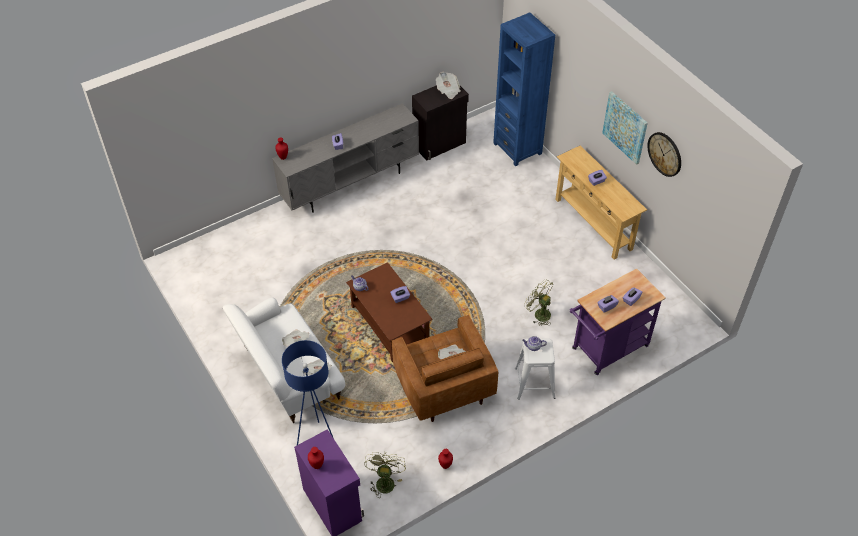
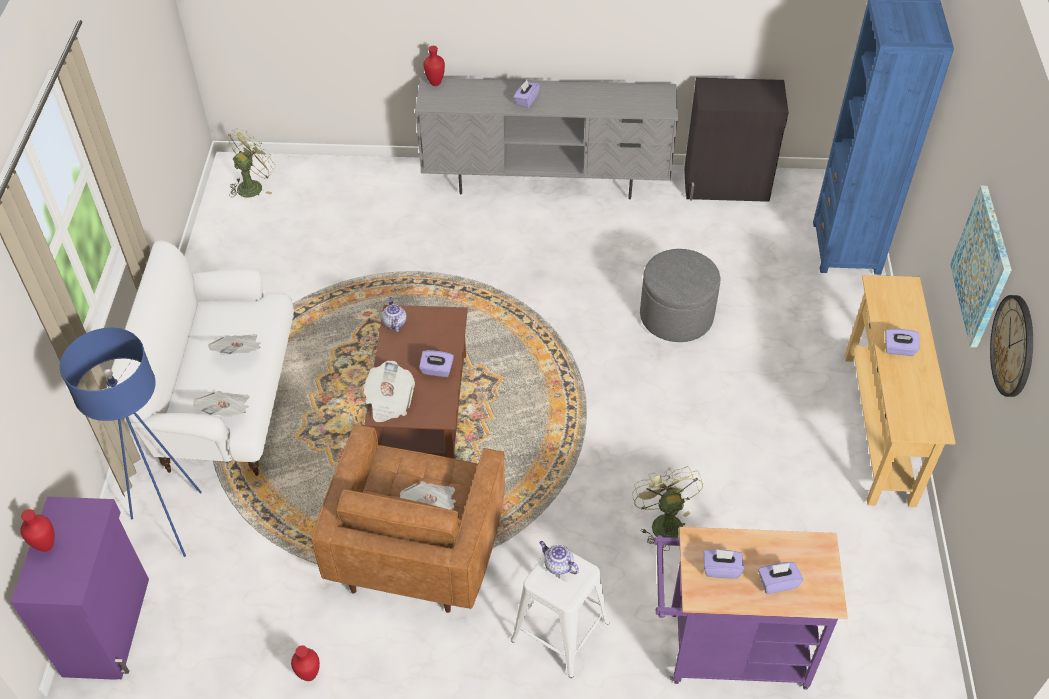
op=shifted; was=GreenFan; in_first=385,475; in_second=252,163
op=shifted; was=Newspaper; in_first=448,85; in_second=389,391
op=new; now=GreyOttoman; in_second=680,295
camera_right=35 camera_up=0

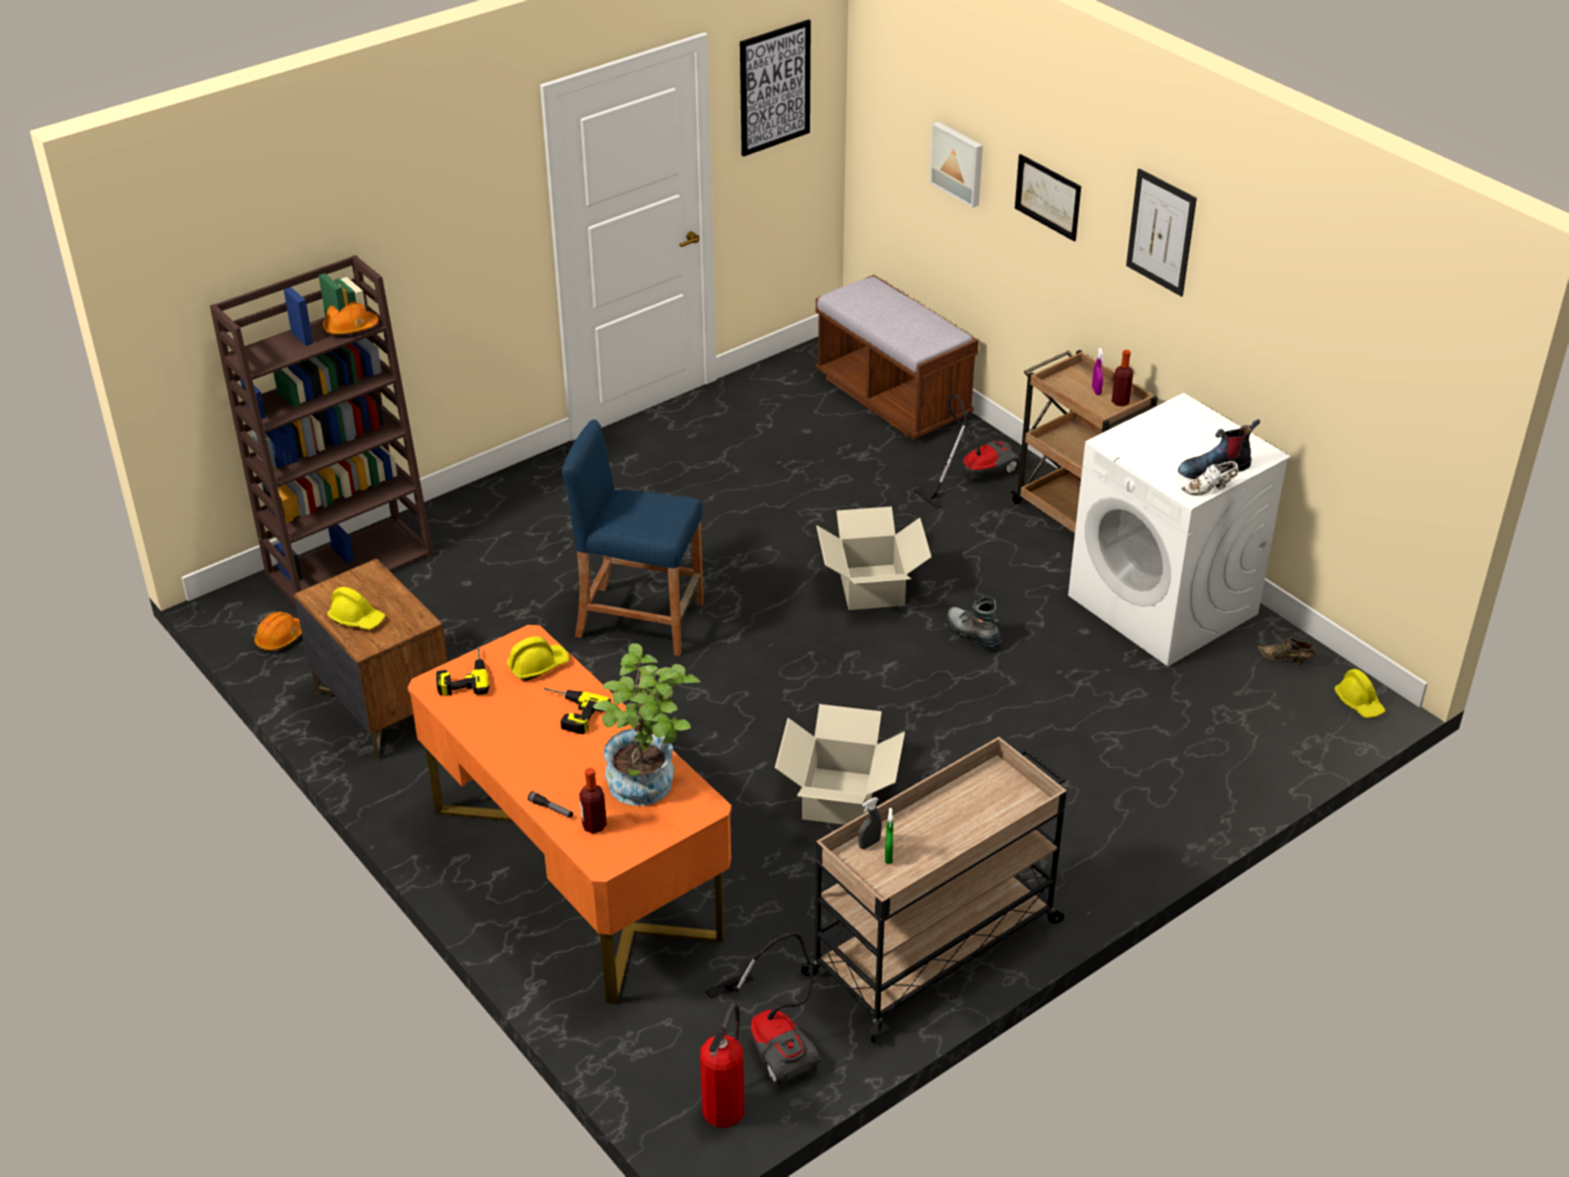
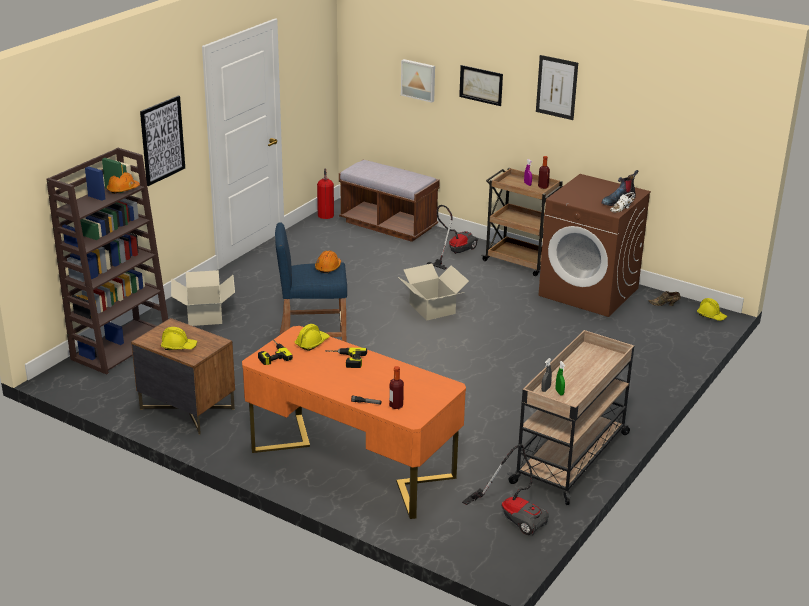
op=shifted; was=OrangeHardHat; in_first=278,631; in_second=328,261
op=gone; was=PottedPlant; in_first=647,724
op=shifted; was=FireExtinguisher; in_first=722,1065; in_second=325,193
op=shifted; was=Picture; in_first=775,88; in_second=162,140
op=shifted; was=CardboardBox; in_first=840,764; in_second=203,298
op=gone; was=Boot; in_first=974,623
op=repainted; was=WhiteWashingMachine; now=BrownWashingMachine; in_first=1179,529; in_second=595,245
camera_right=-20 camera_up=-10

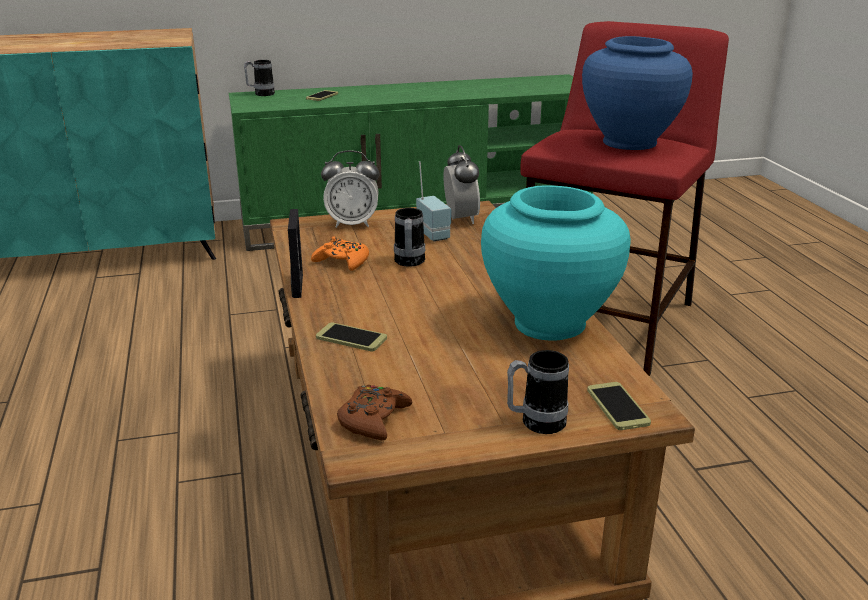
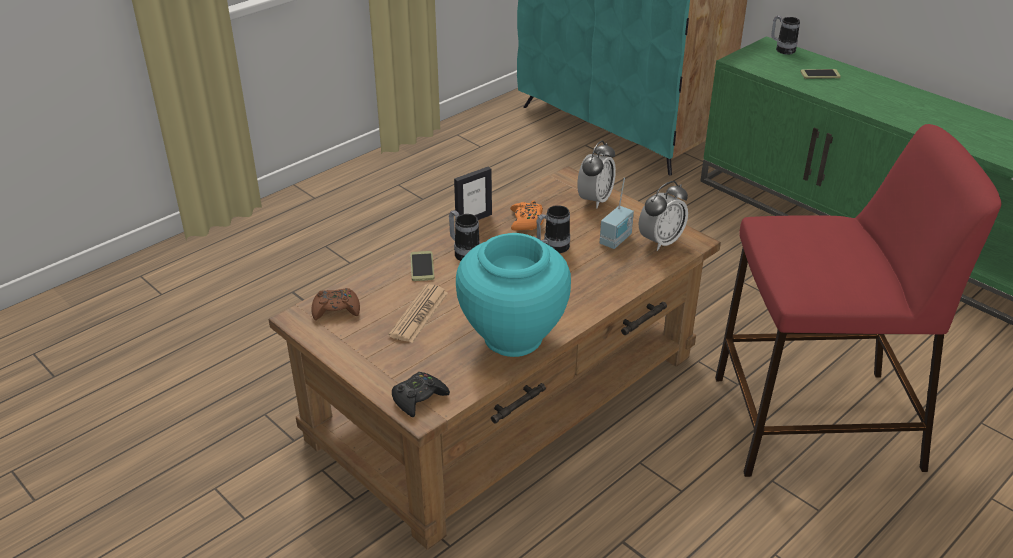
op=rotated; was=AlarmClock; in_first=350,189; in_second=596,174; clockwise=-120
op=shifted; was=Mug; in_first=538,392; in_second=464,235
op=gone; was=BlueVase; in_first=637,93
op=swapped; was=Phone; now=BlackGameController; in_first=619,406; in_second=421,394
op=new; now=Newspaper; in_second=418,313
camera_right=60 camera_up=10

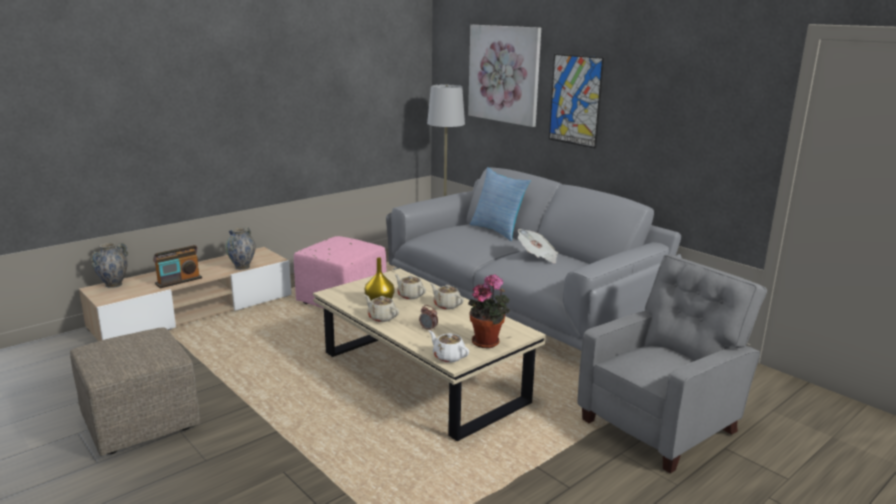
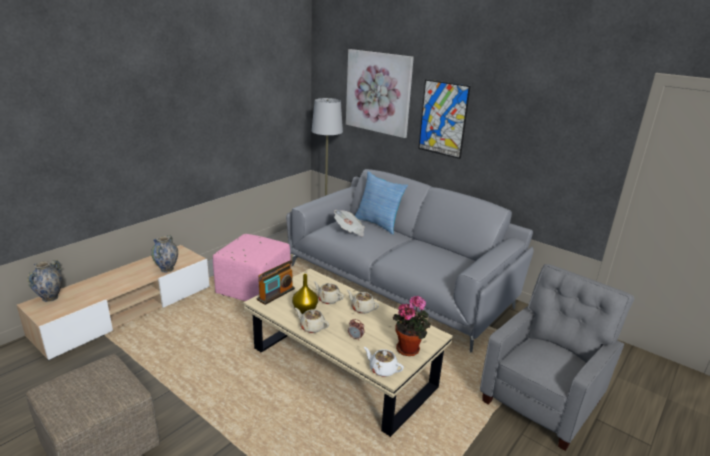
op=shifted; was=Radio; in_first=177,266; in_second=276,282
op=shifted; was=Newspaper; in_first=538,246; in_second=349,223
camera_right=-10 camera_up=5

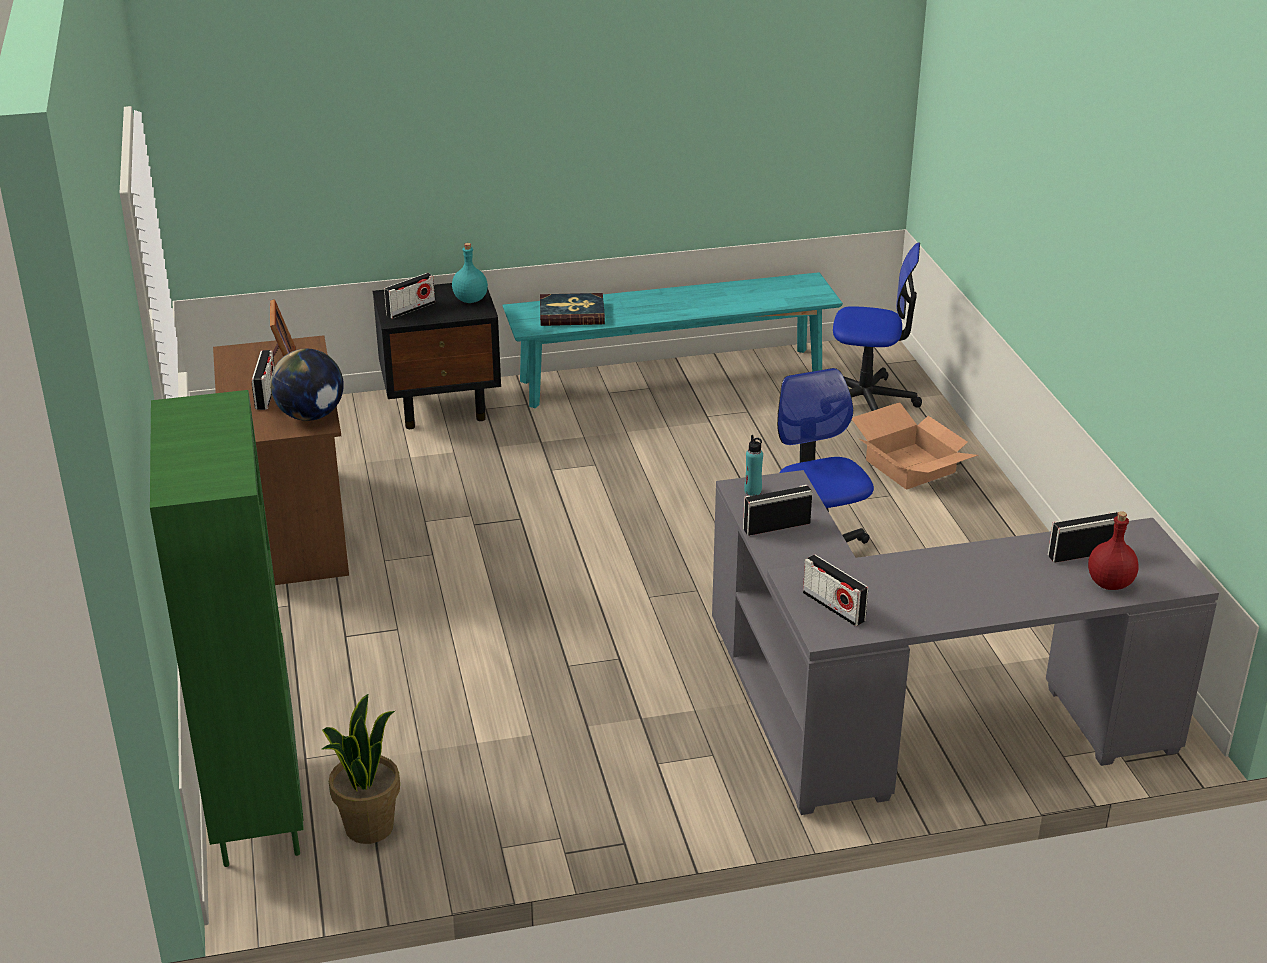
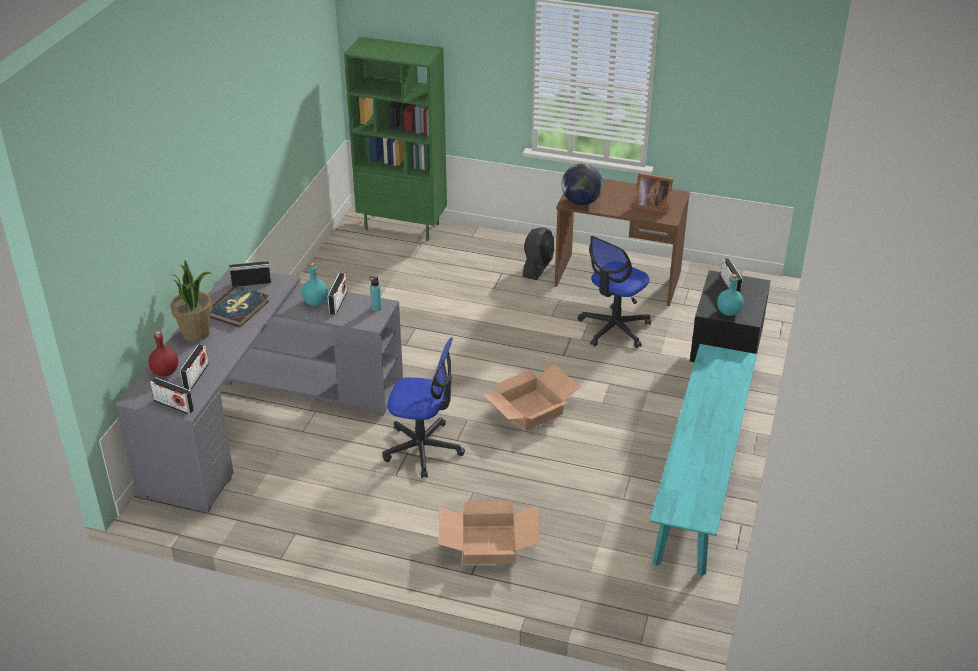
op=shifted; was=Radio; in_first=263,380; in_second=172,396
op=shifted; was=PottedPlant; in_first=361,769; in_second=191,301
op=shifted; was=Book; in_first=572,309; in_second=239,306
op=shifted; was=OfficeChair; in_first=877,327; in_second=614,292
op=new; now=TurquoiseBottle; in_second=315,284
op=new; now=CardboardBox; in_second=531,397
op=new; now=BlackFan; in_second=538,253
camera_right=120 camera_up=5

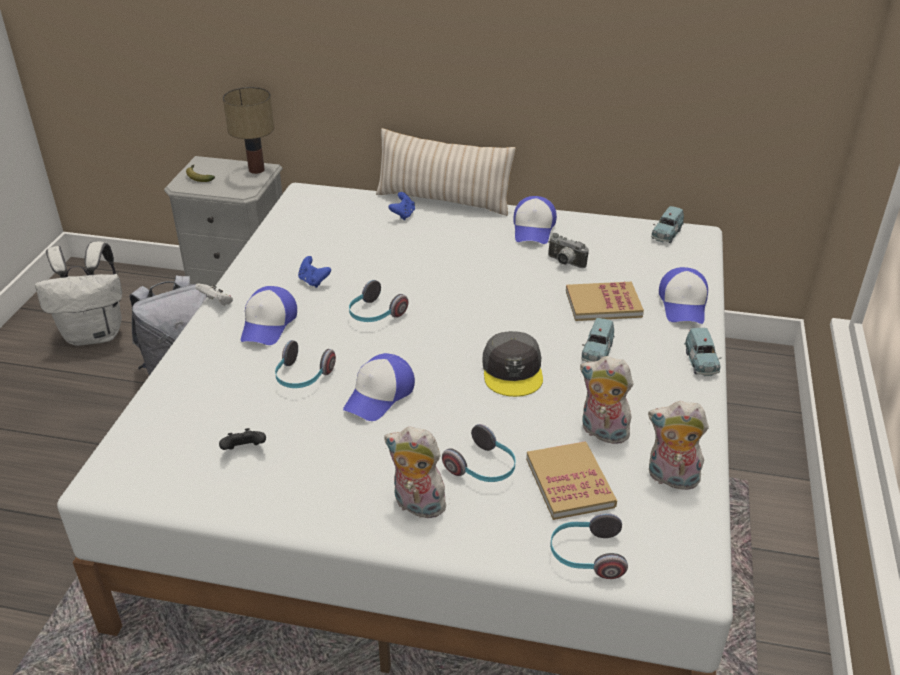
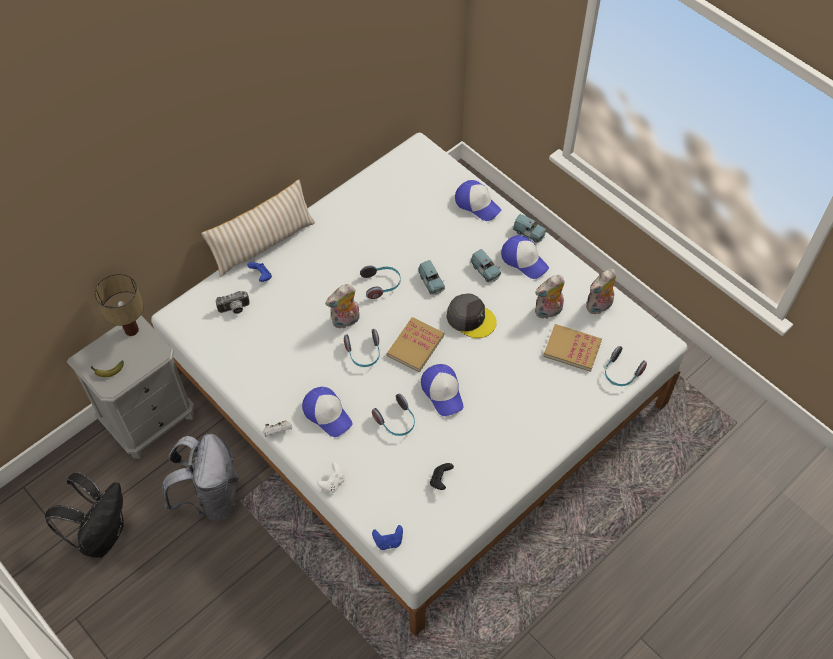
op=repainted; was=WhiteBackpack; now=BlackBackpack; in_first=78,294; in_second=84,515
op=shifted; was=BlueGameController; in_first=314,272; in_second=387,537
op=shifted; was=PlushToy; in_first=415,472; in_second=342,306
op=shifted; was=Headphones; in_first=479,453; in_second=380,282
op=shifted; was=Cap; in_first=535,220; in_second=525,257
op=shifted; was=PhotoCamera; in_first=568,250; in_second=233,302
op=shifted; was=Book; in_first=605,301; in_second=415,344
op=shifted; was=BlueToyCar; in_first=667,224; in_second=431,277
op=new; now=WhiteGameController; in_second=331,477
camera_right=-55 camera_up=20

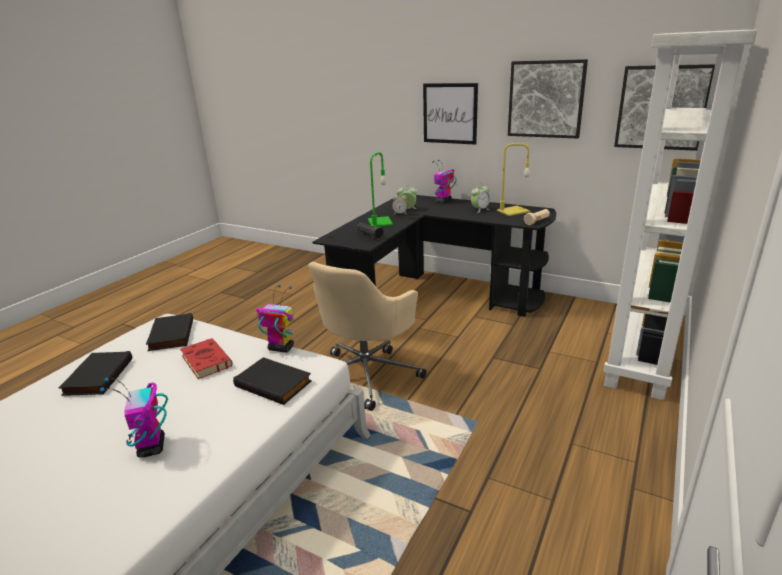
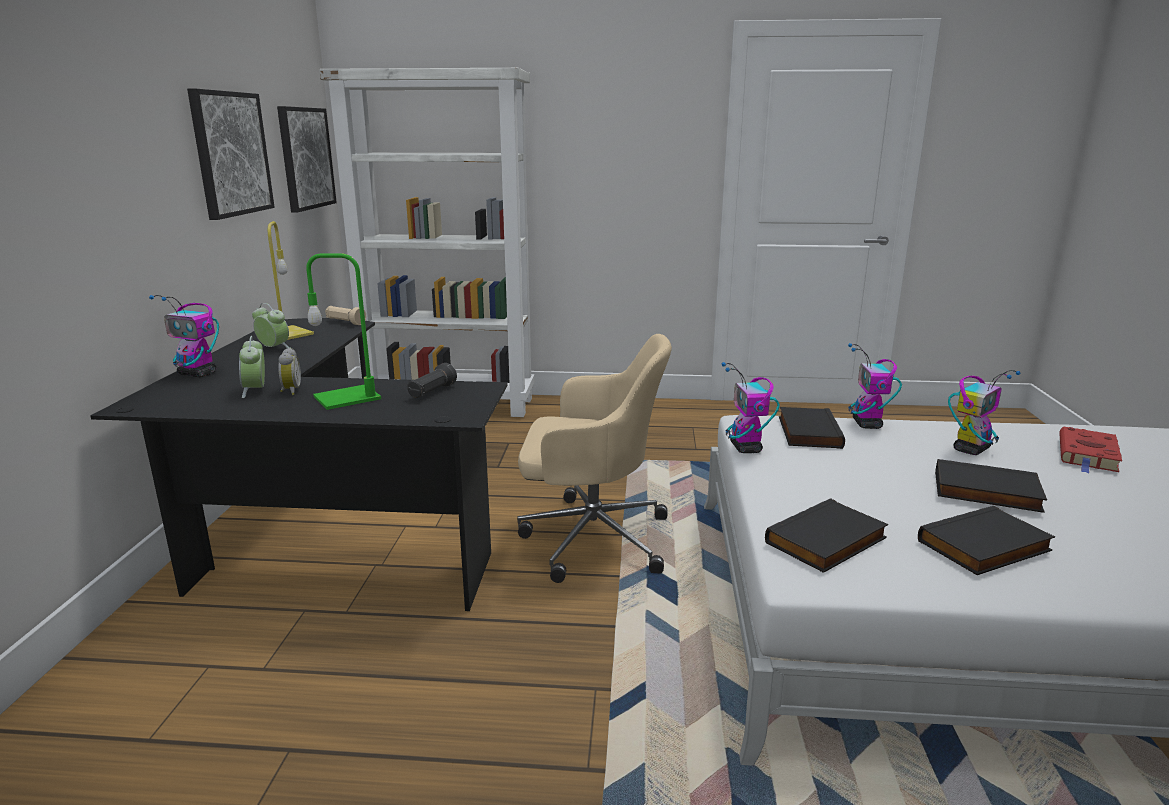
op=shifted; was=RedBook; in_first=206,358; in_second=1090,450
op=gone; was=Picture; in_first=450,114
op=new; now=ToyRobot; in_second=875,386
op=new; now=BlackBook; in_second=991,486
camera_right=-115 camera_up=-5

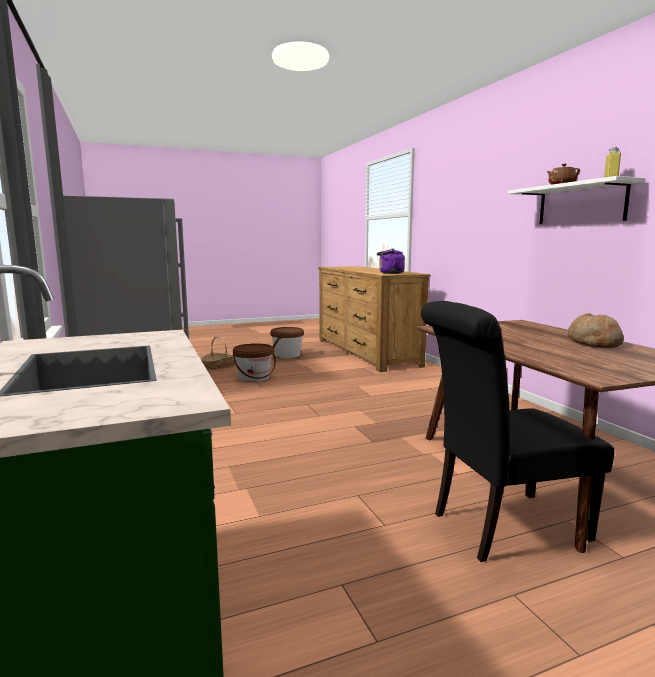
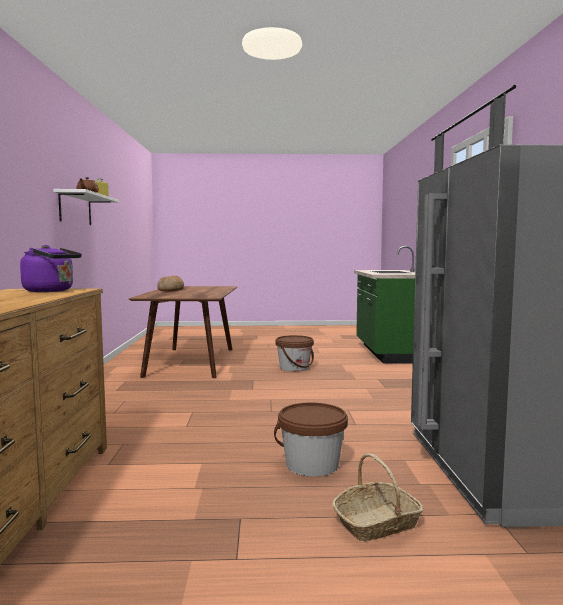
op=shifted; was=BrownBucket; in_first=287,342; in_second=294,353
op=gone; was=BlackChair; in_first=517,431
camera_right=-160 camera_up=-5

